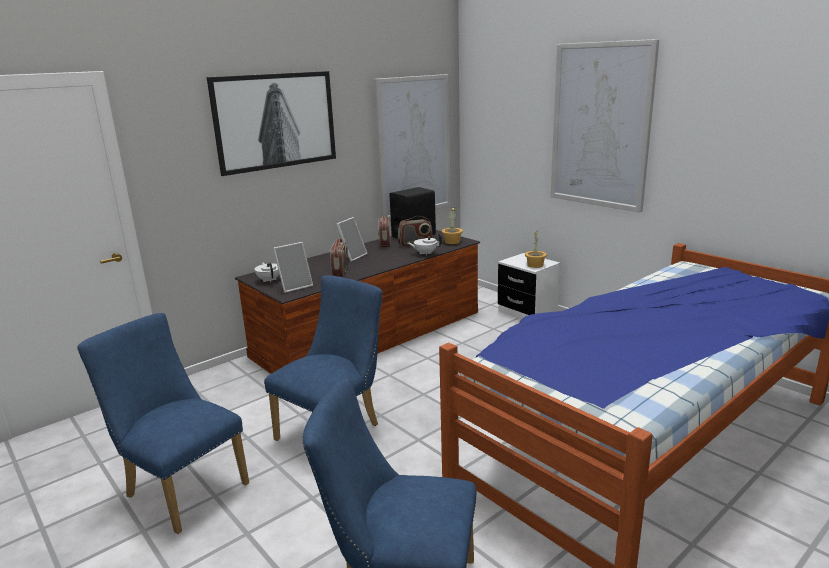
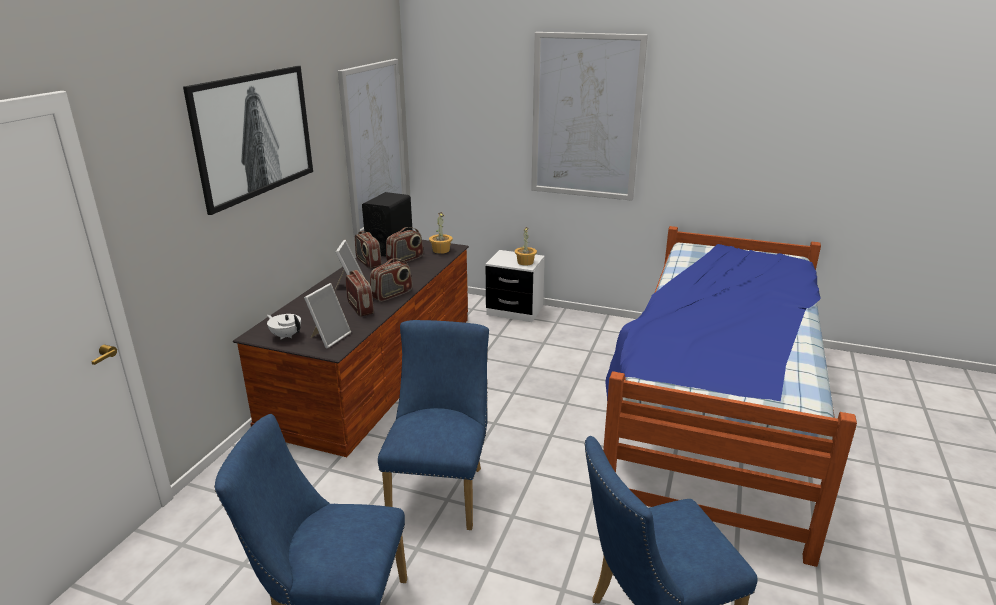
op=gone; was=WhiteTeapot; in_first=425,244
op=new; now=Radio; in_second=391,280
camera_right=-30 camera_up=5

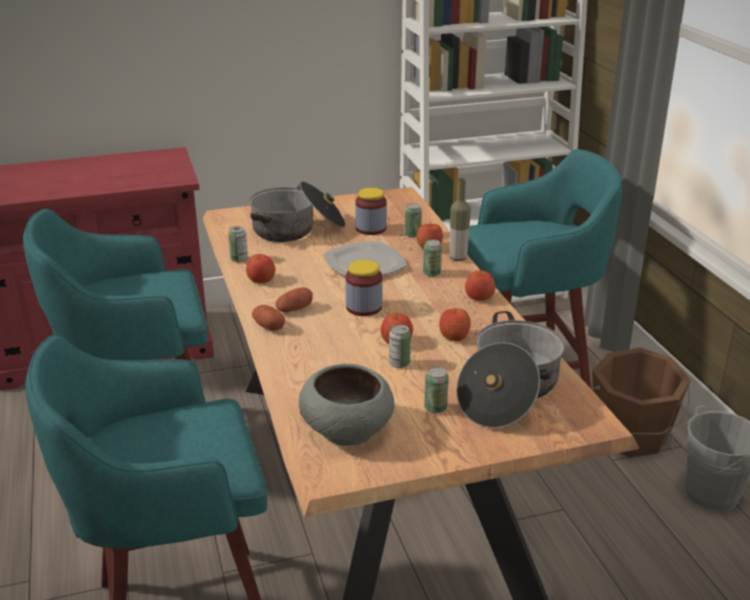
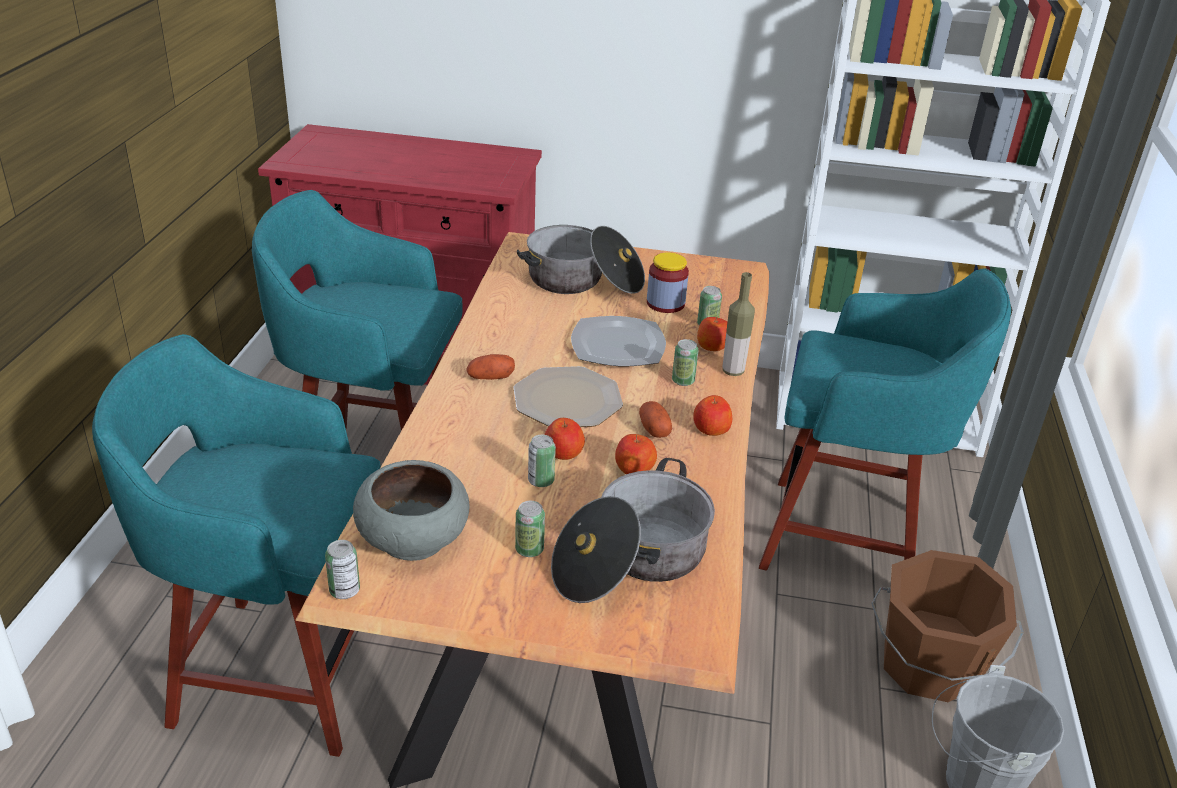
op=shifted; was=Can; in_first=238,244; in_second=342,569
op=gone; was=Apple; in_first=261,268
op=shifted; was=Potato; in_first=268,318; in_second=655,419
op=swapped; was=Jar; now=Plate; in_first=364,288; in_second=568,396
camera_right=25 camera_up=5

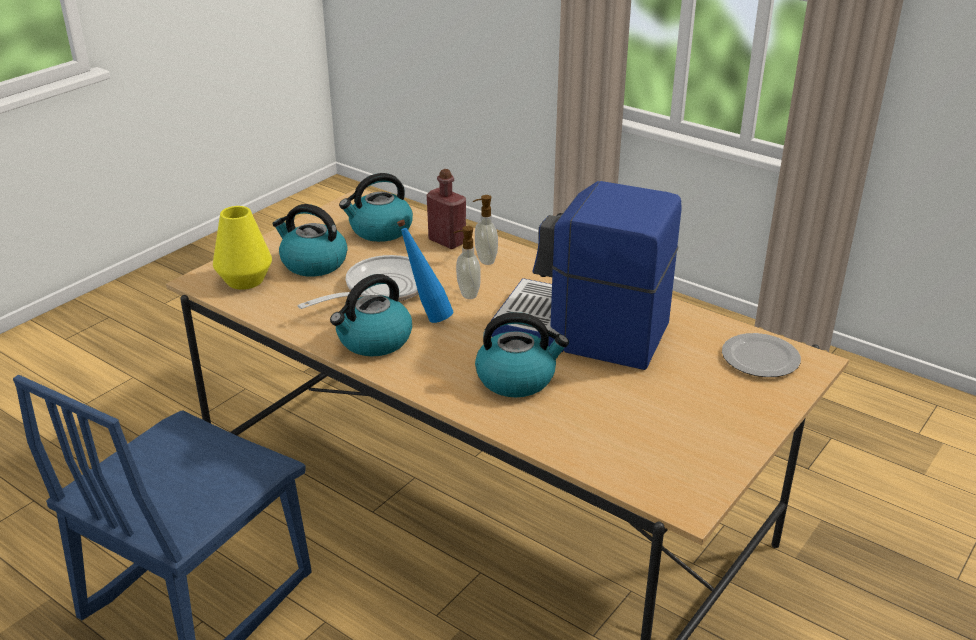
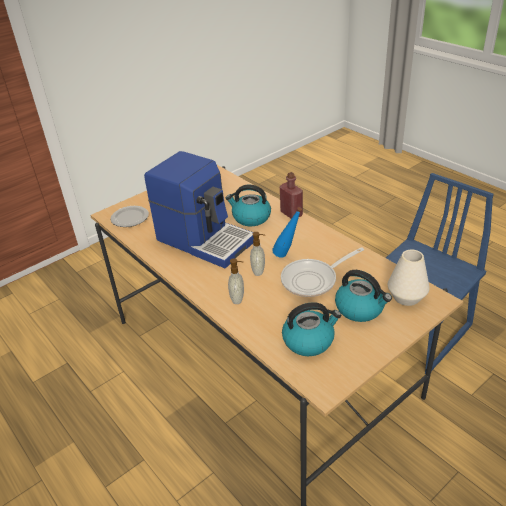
op=repainted; was=YellowVase; now=WhiteVase; in_first=242,248; in_second=409,278
op=gone; was=Kettle; in_first=371,315
op=shifted; was=RedBottle; in_first=446,209; in_second=291,195
camera_right=-165 camera_up=5

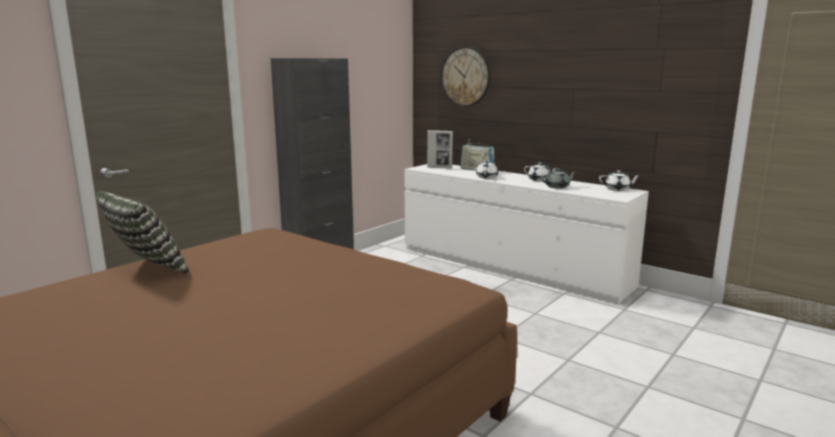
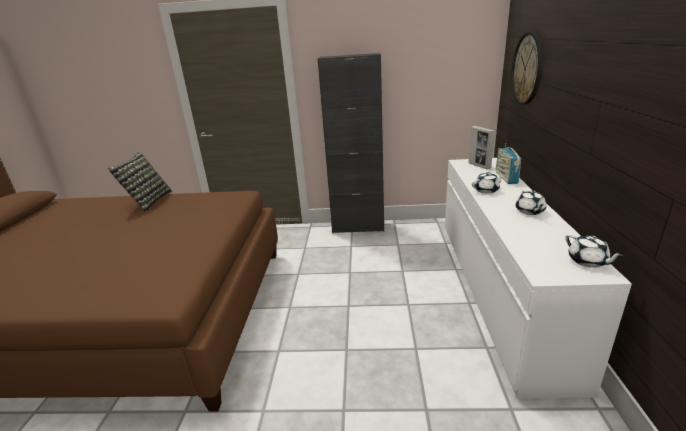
op=gone; was=GreyTeapot; in_first=558,178
camera_right=55 camera_up=10

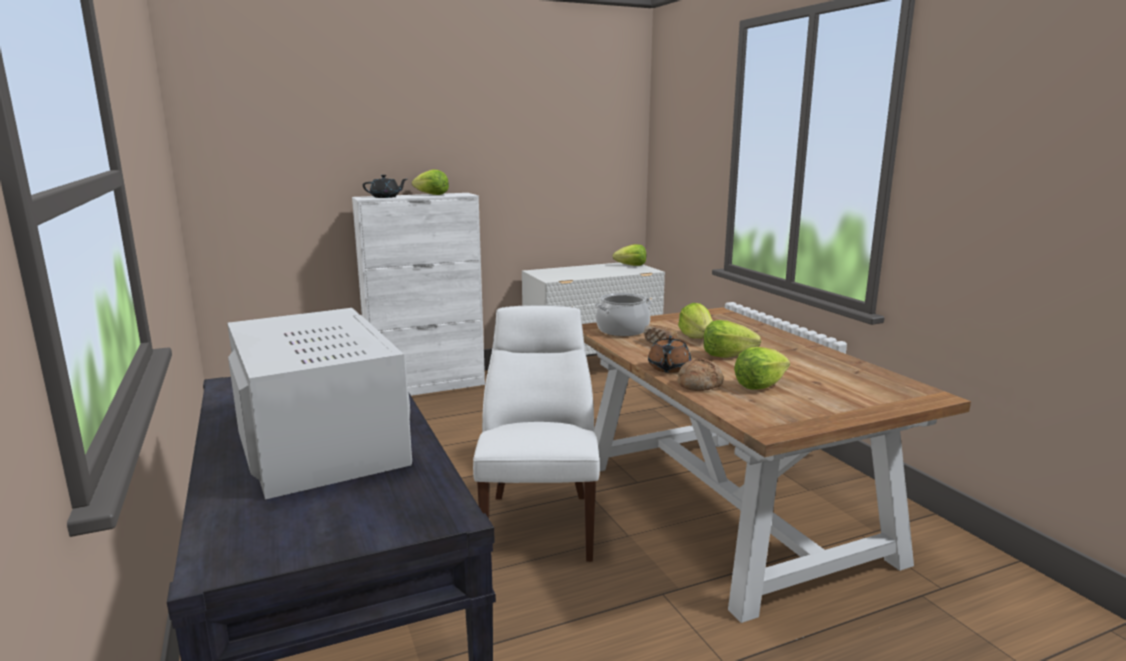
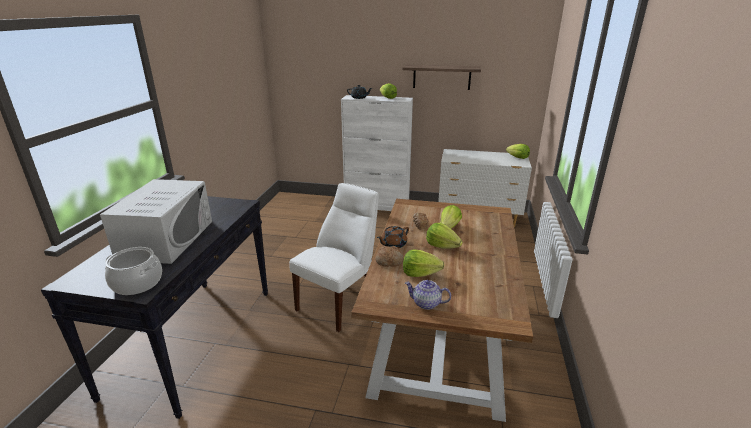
op=shifted; was=CookingPot; in_first=623,314; in_second=133,271
op=new; now=Shelf; in_second=441,77
op=new; now=Teapot; in_second=428,295
camera_right=35 camera_up=10

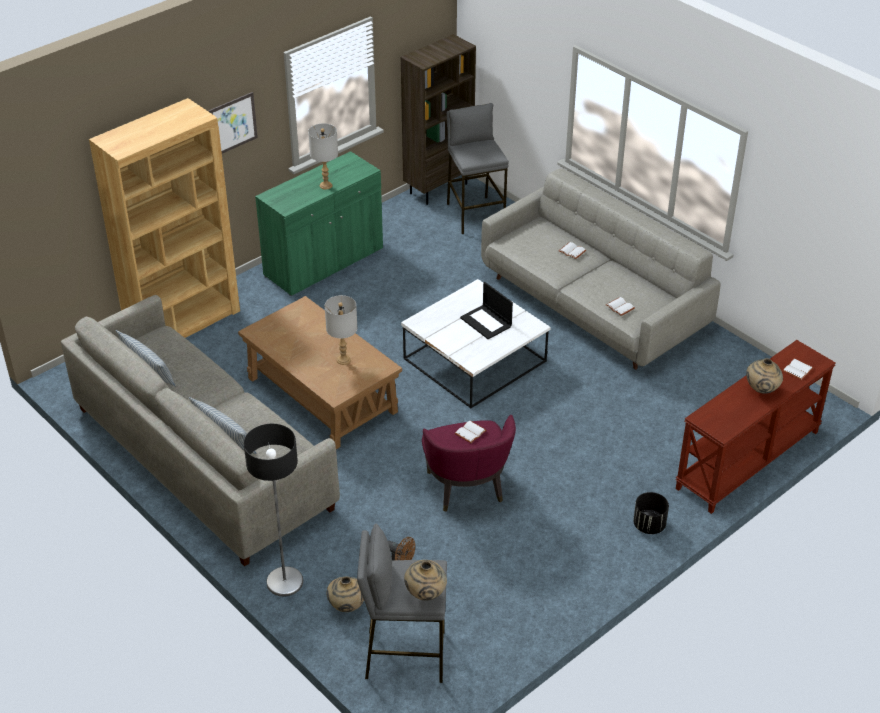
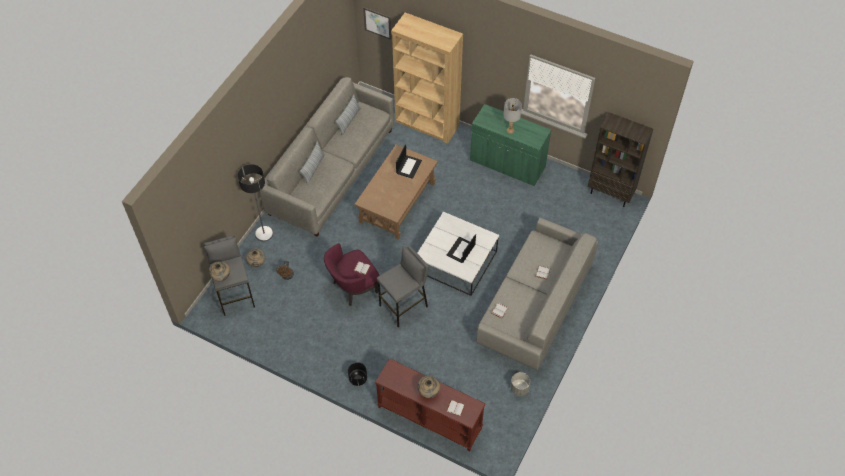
op=shifted; was=Picture; in_first=233,122; in_second=377,23
op=gone; was=GreyTableLamp; in_first=341,330
op=shifted; was=GreyStool; in_first=478,168; in_second=403,286
op=new; now=Laptop; in_second=409,162
op=new; now=GreyPlanter; in_second=520,384
camera_right=70 camera_up=15

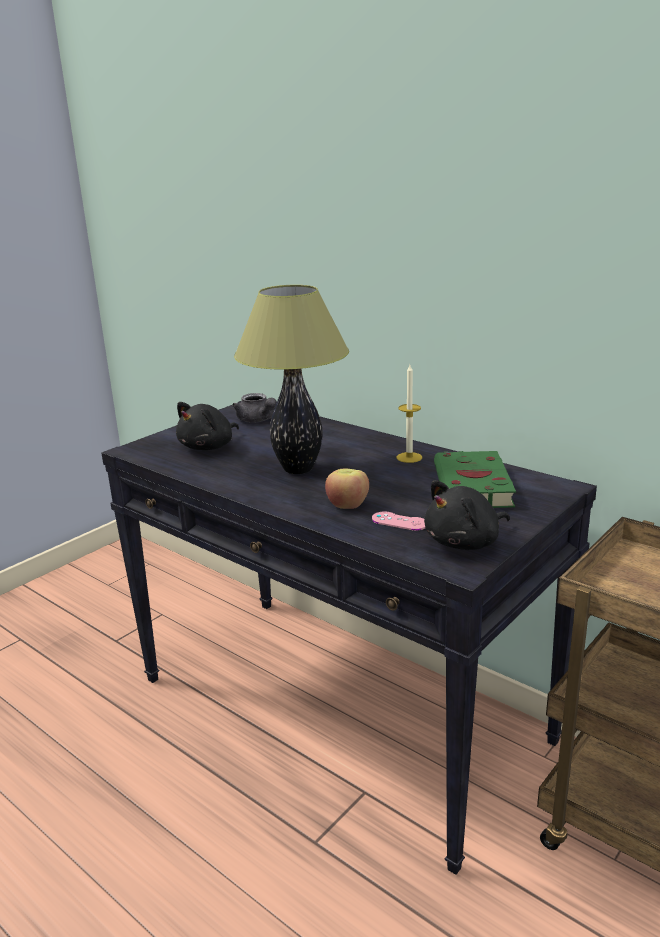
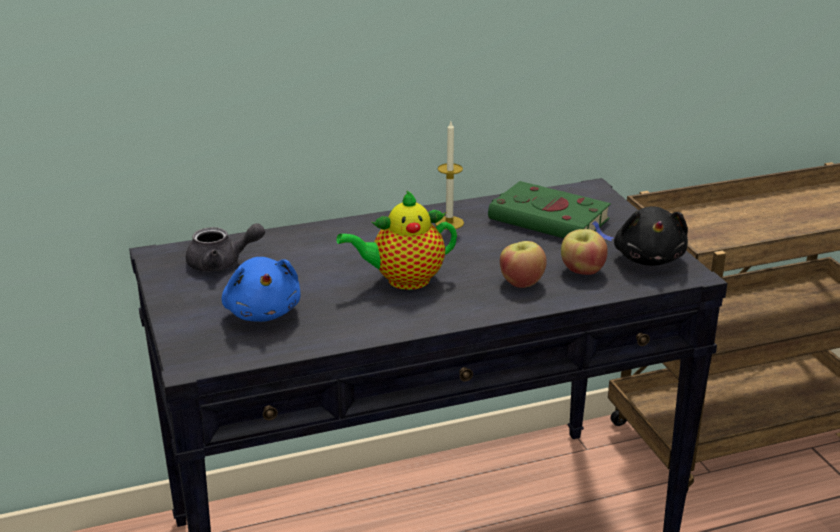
op=repainted; was=BlackPlushToy; now=BluePlushToy; in_first=207,426; in_second=261,289
op=swapped; was=TableLamp; now=Teapot; in_first=291,379; in_second=396,240
op=swapped; was=PinkGameController; now=Apple; in_first=398,521; in_second=584,252
camera_right=-60 camera_up=5

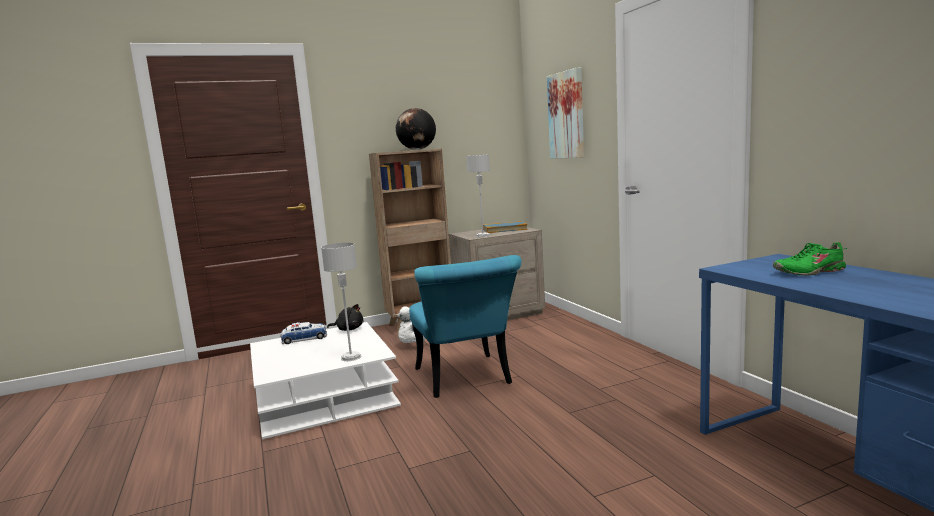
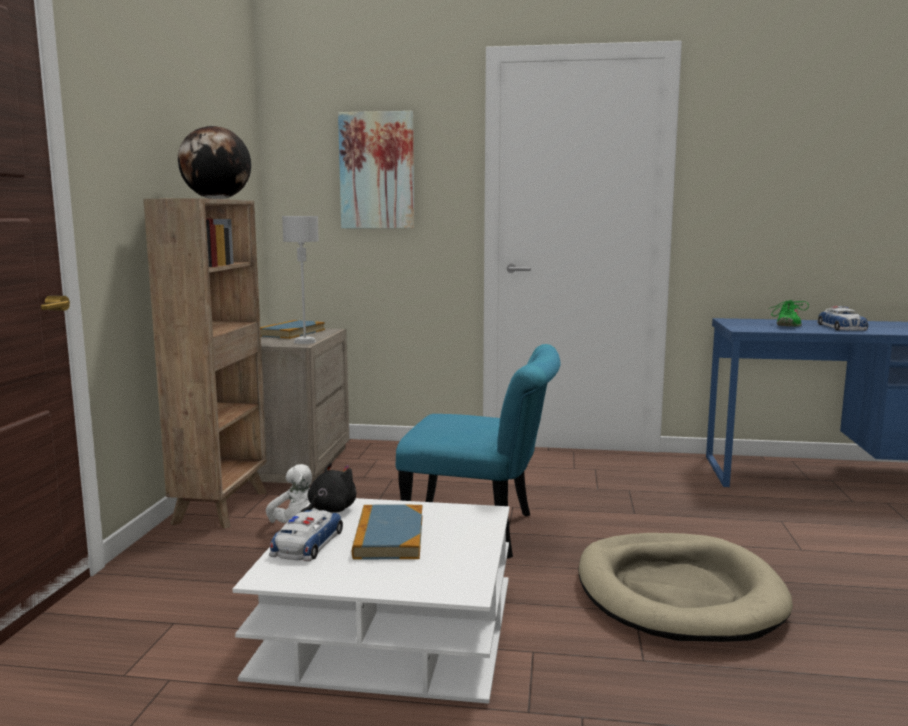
op=gone; was=GreyTableLamp; in_first=341,302
op=new; now=Book; in_second=387,532
op=new; now=BeigeDogBed; in_second=685,587
op=new; now=ToyCar; in_second=842,318
camera_right=-60 camera_up=0

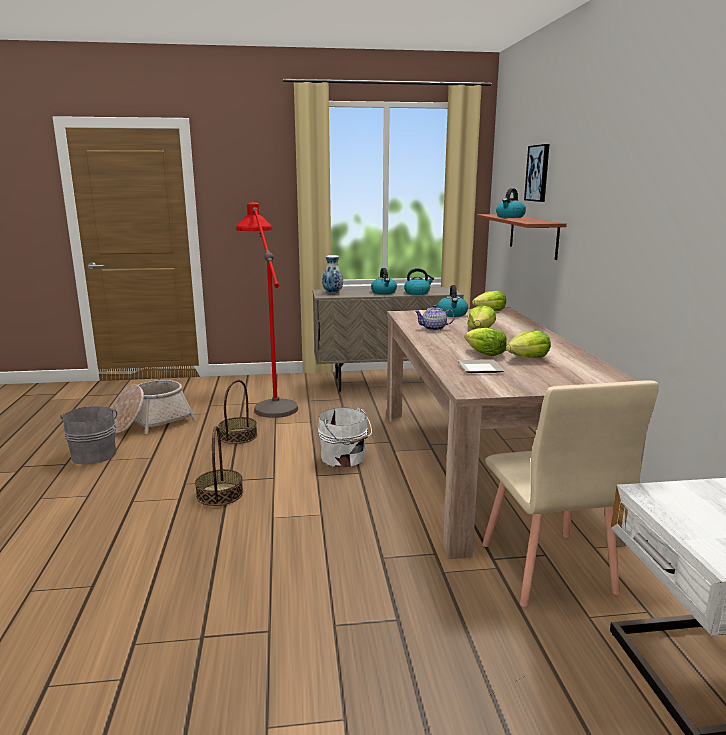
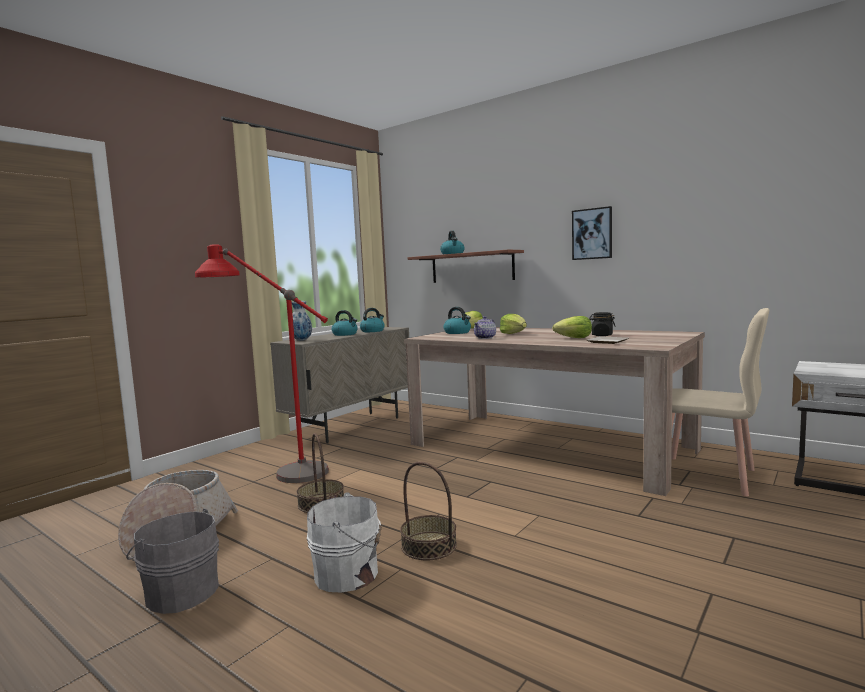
op=shifted; was=WhiteBucket; in_first=345,437; in_second=344,542
op=swapped; was=Lettuce; now=BlackJar; in_first=528,344; in_second=602,324
op=shifted; was=Picture; in_first=536,173; in_second=592,233
camera_right=-45 camera_up=-10

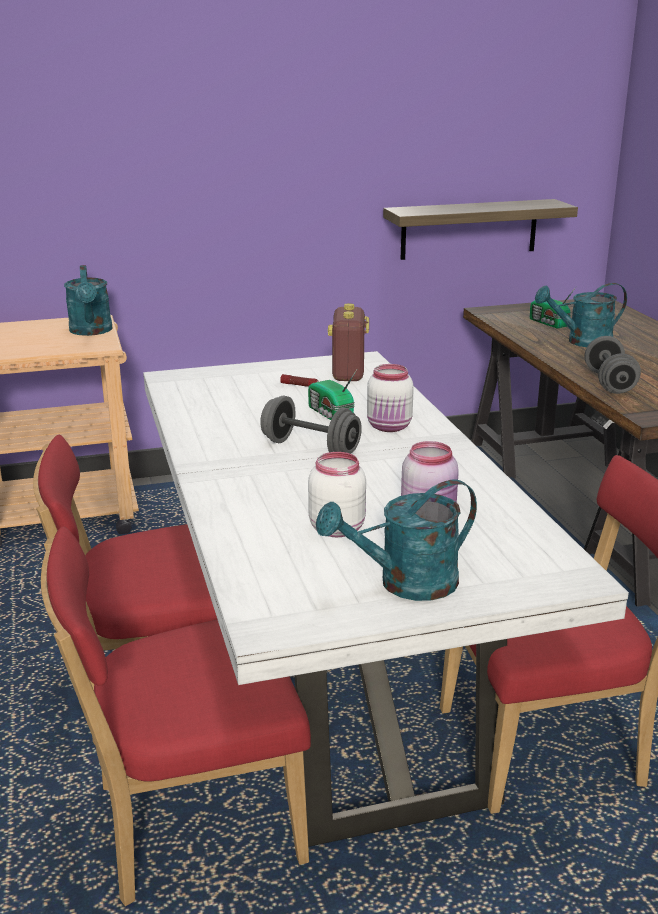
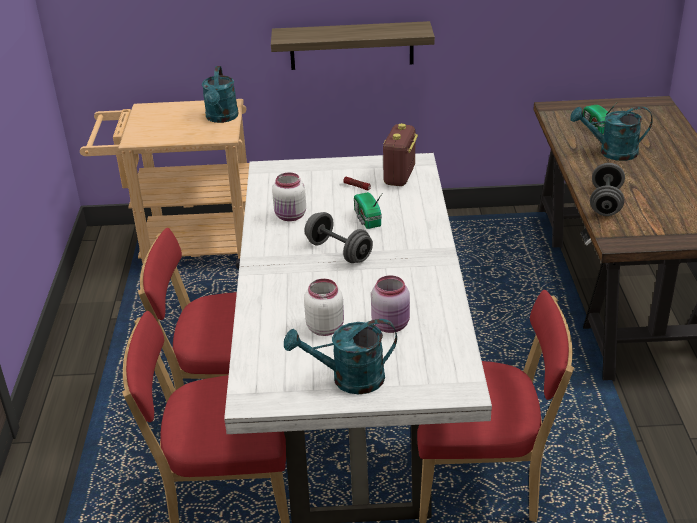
op=shifted; was=WhiteJar; in_first=390,398; in_second=289,196
op=shifted; was=Shelf; in_first=480,229; in_second=353,45
camera_right=15 camera_up=10

